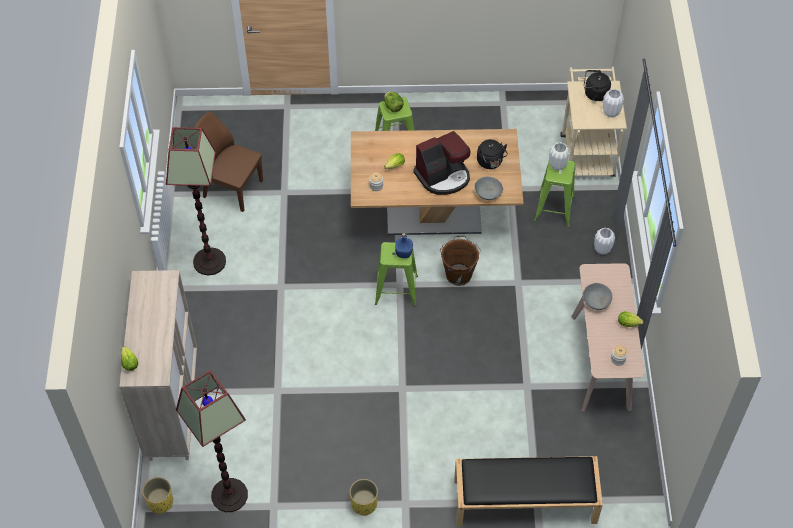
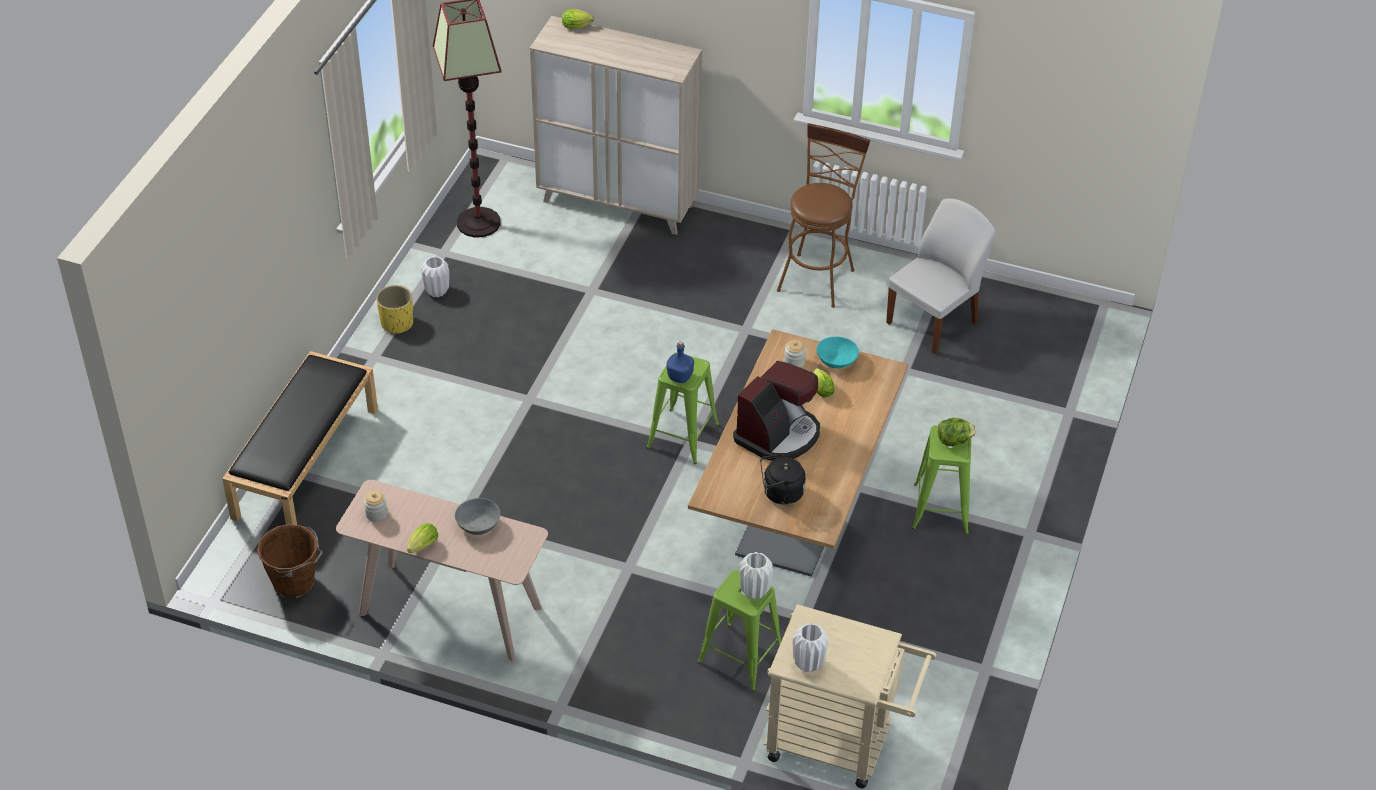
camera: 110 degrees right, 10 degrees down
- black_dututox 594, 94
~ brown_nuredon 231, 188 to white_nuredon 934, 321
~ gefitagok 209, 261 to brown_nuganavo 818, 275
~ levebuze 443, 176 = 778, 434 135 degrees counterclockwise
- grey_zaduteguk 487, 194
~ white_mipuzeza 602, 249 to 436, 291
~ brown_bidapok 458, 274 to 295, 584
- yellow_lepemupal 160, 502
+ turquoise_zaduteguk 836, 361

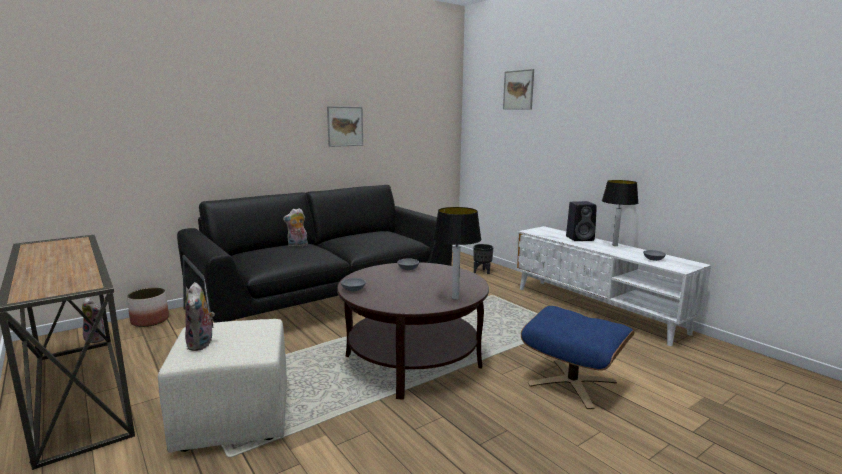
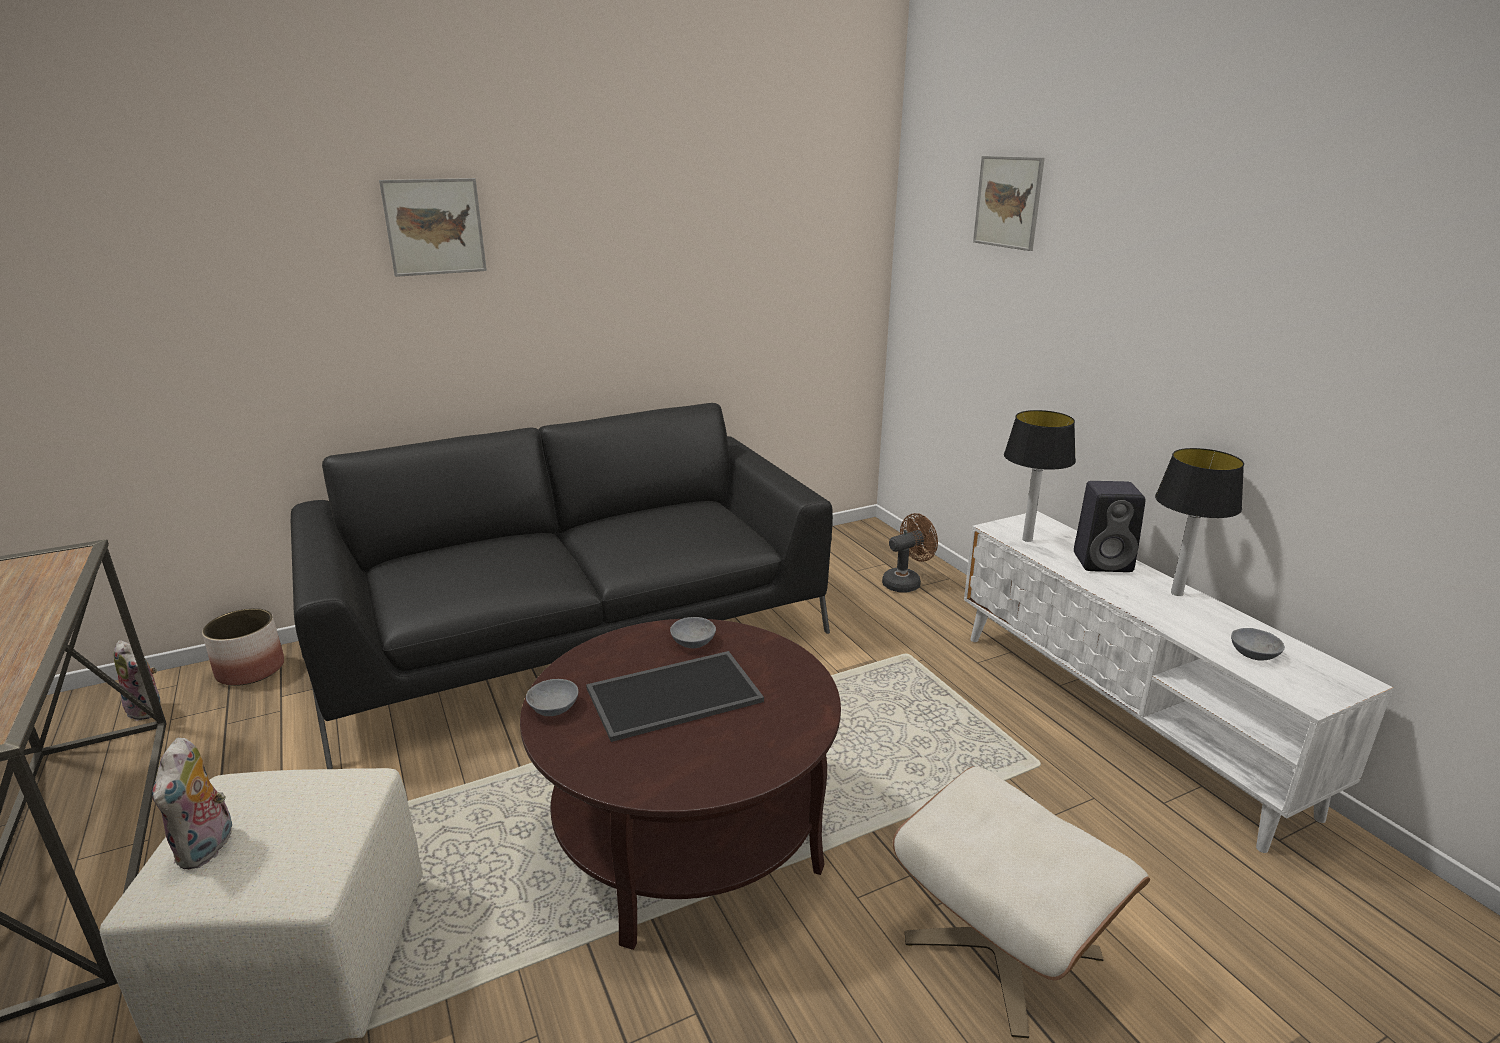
camera: 10 degrees right, 10 degrees up
~ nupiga 345, 126 to 434, 227
~ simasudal 455, 298 to 1027, 539
- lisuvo 297, 245
~ black_lepemupal 482, 272 to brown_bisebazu 906, 582
~ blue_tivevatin 572, 383 to beige_tivevatin 1003, 946
+ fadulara 675, 693

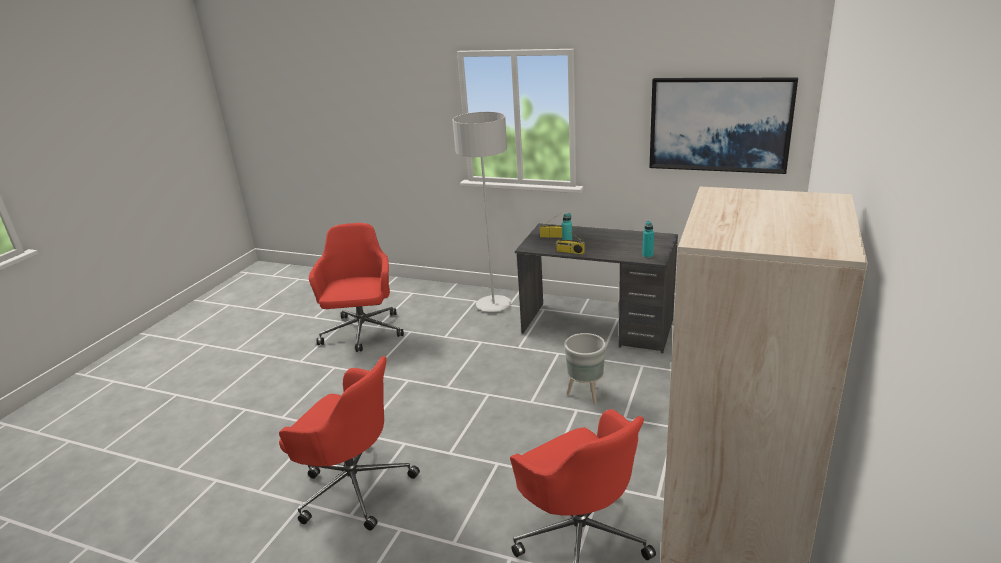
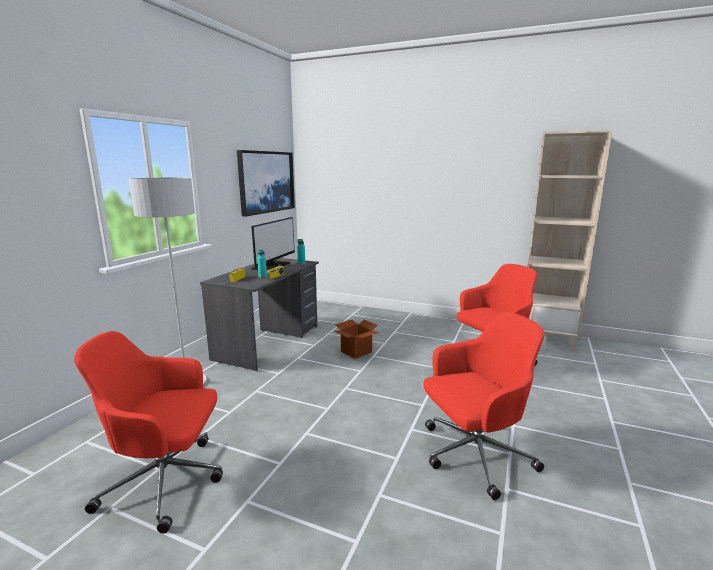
camera: 90 degrees left, 10 degrees down
~ grey_lepemupal 586, 394 to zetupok 356, 351
~ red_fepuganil 354, 486 = 474, 455 45 degrees clockwise
+ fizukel 272, 266

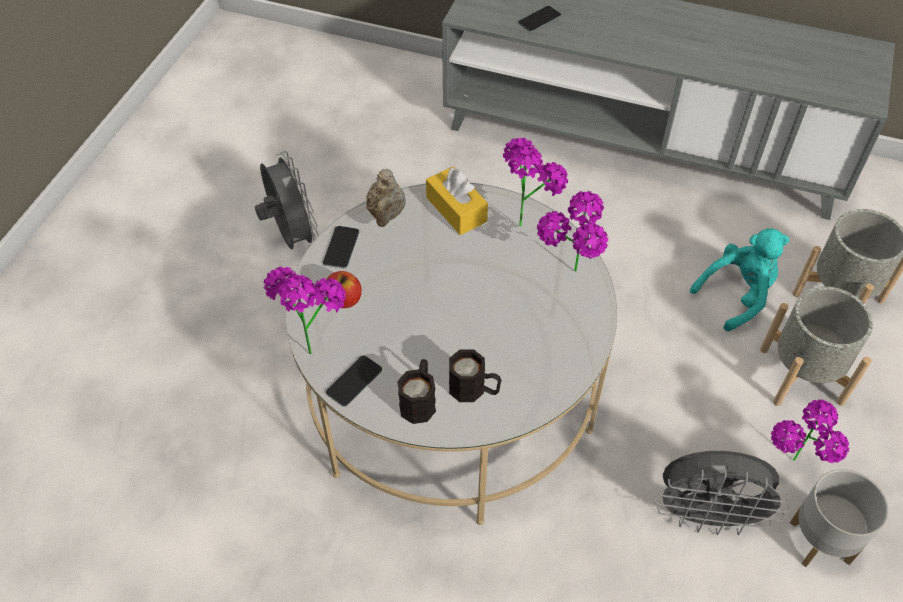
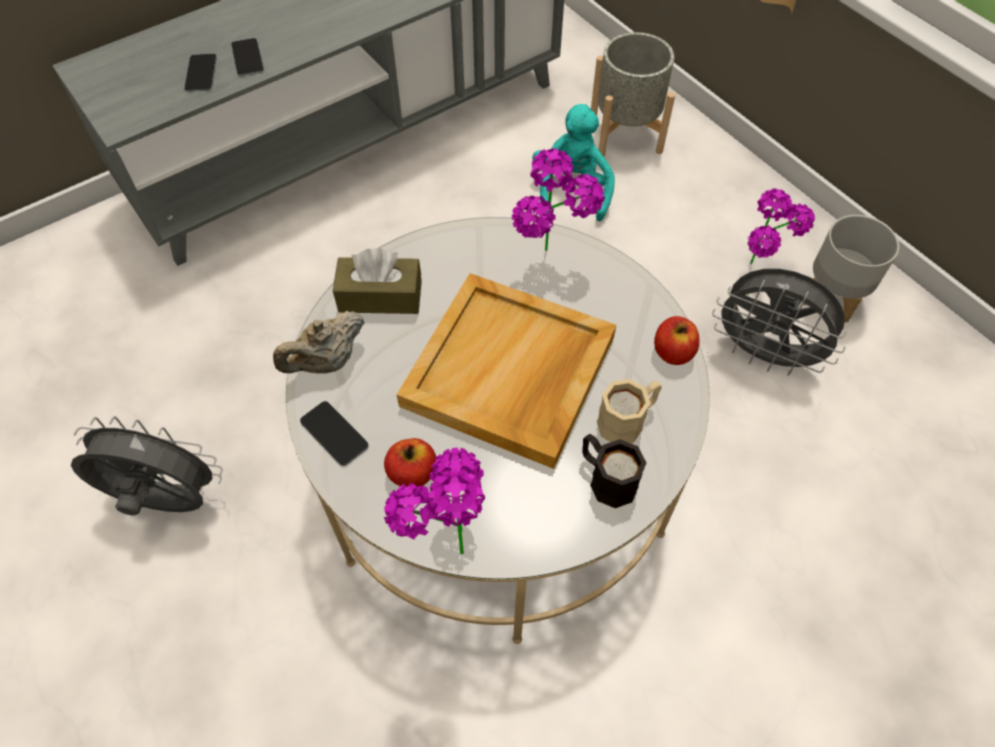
camera: 55 degrees left, 5 degrees up
- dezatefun 526, 217
~ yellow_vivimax 456, 209 to brown_vivimax 380, 296
~ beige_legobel 386, 214 = 326, 362 105 degrees clockwise
- grey_lepemupal 801, 375
~ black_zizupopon 474, 390 to beige_zizupopon 627, 420
~ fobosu 354, 381 to 247, 58
~ grey_bisebazu 707, 516 = 764, 355 75 degrees clockwise
+ beige_fadulara 510, 373
+ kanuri 672, 352

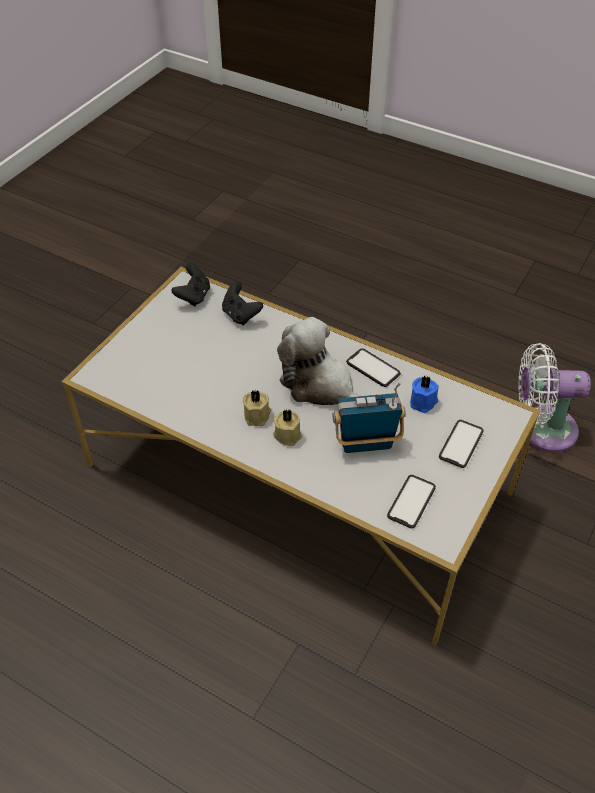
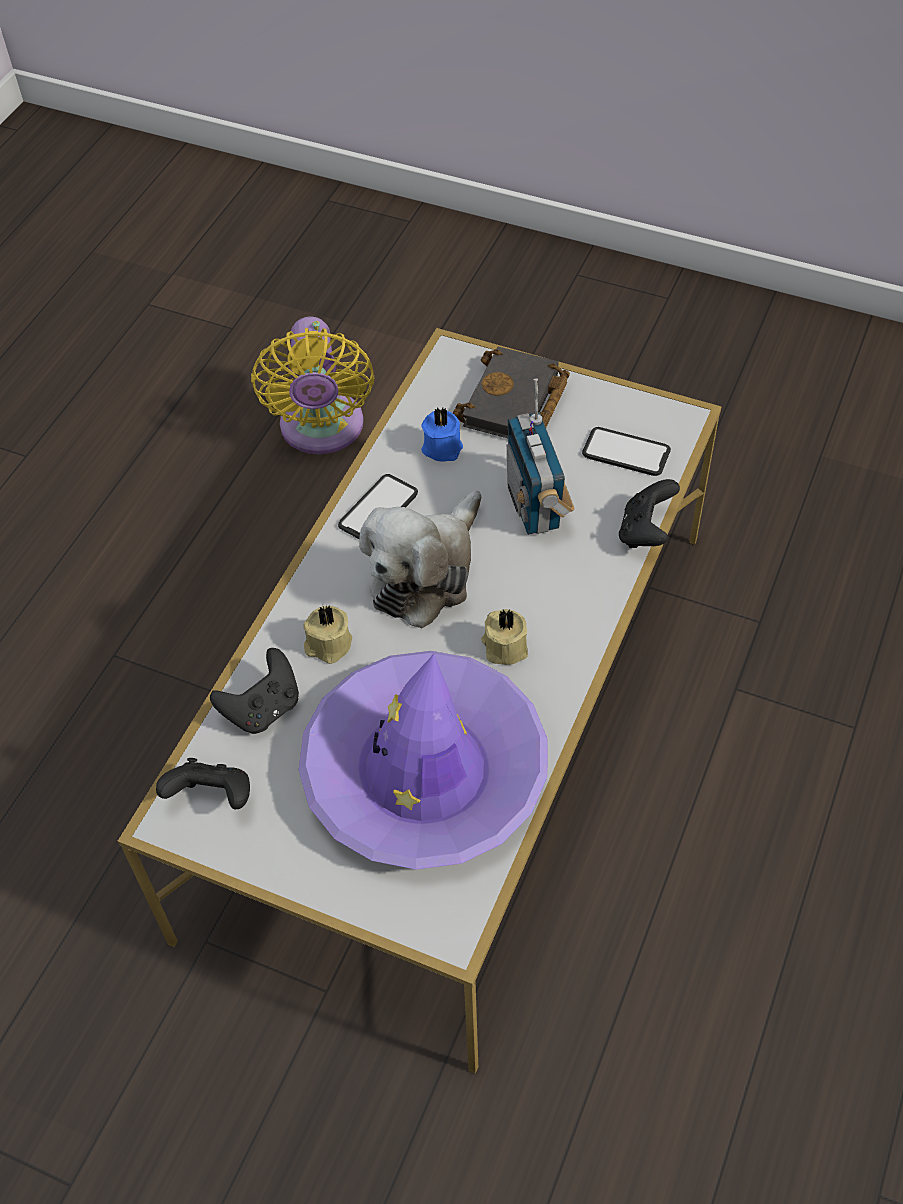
camera: 95 degrees left, 5 degrees up
~ white_bisebazu 541, 429 to yellow_bisebazu 322, 431
~ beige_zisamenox 288, 434 to 328, 645
~ fobosu 461, 444 to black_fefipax 515, 405
+ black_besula 645, 532
+ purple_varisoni 425, 772

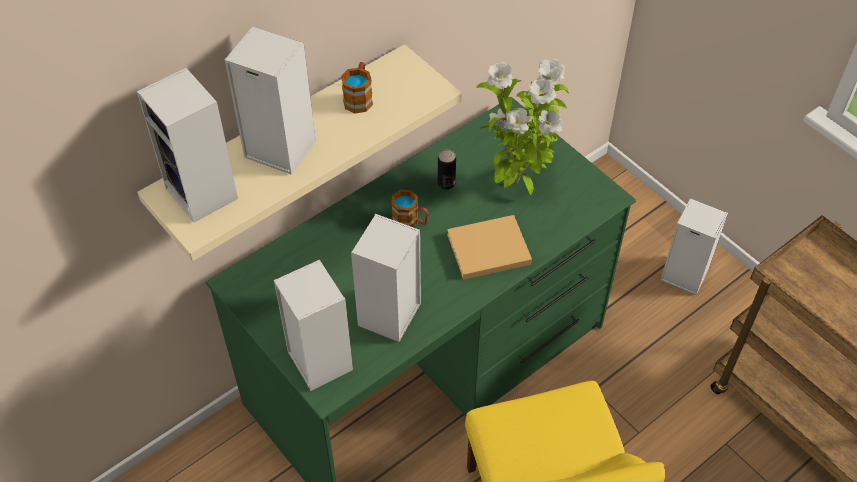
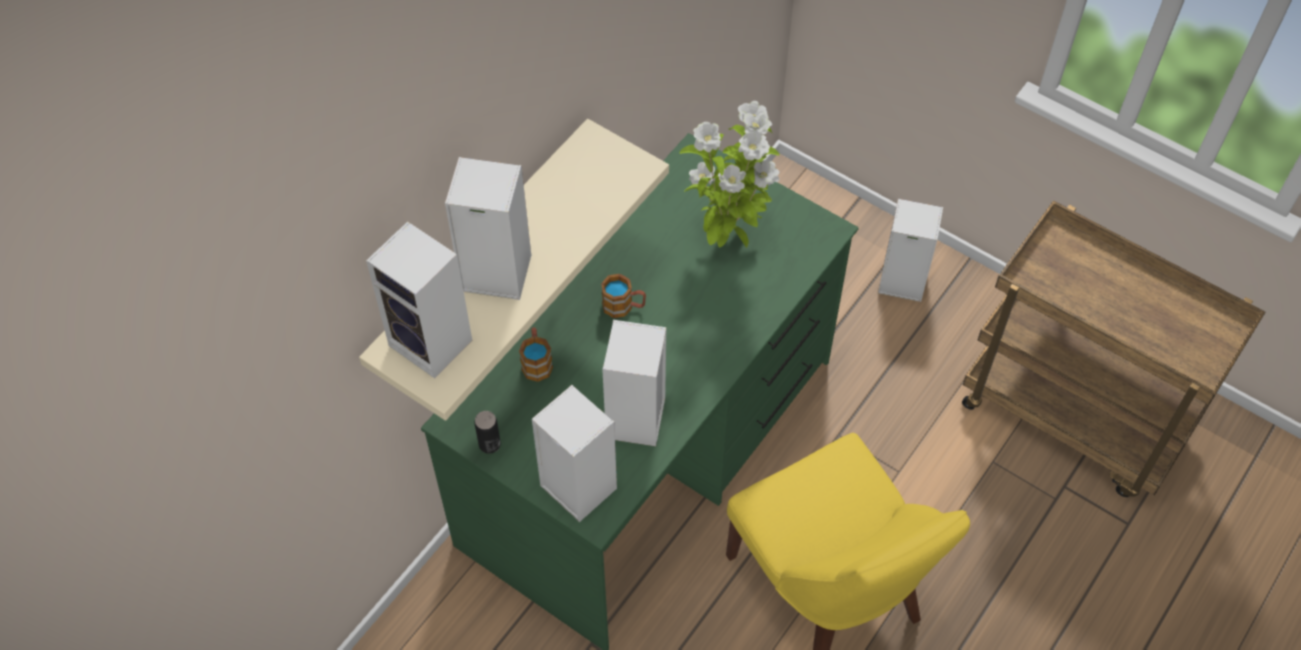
camera: 15 degrees left, 5 degrees up
~ zizupopon 359, 97 to 536, 362
~ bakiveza 446, 183 to 489, 444
- beige_fefipax 486, 249

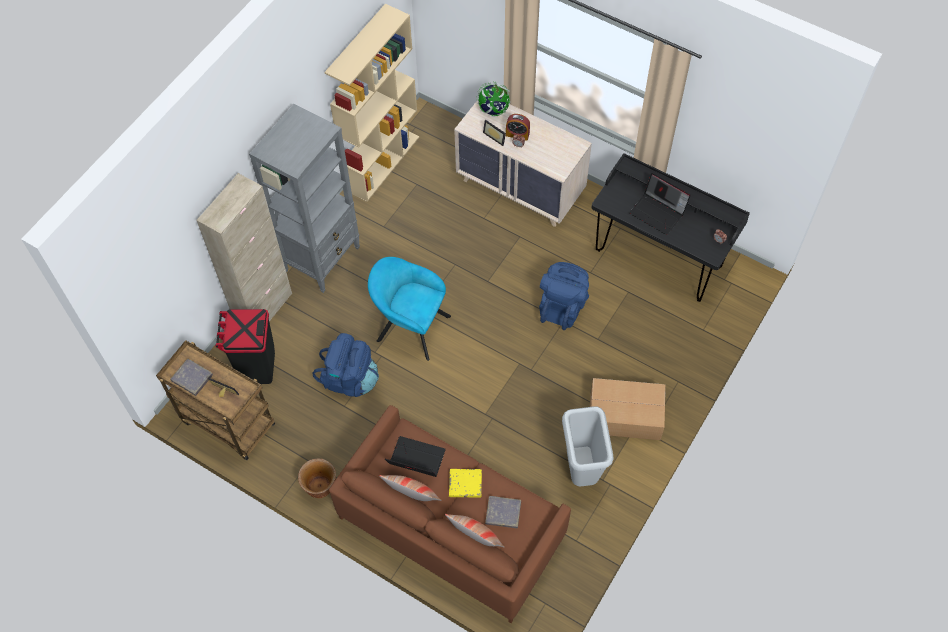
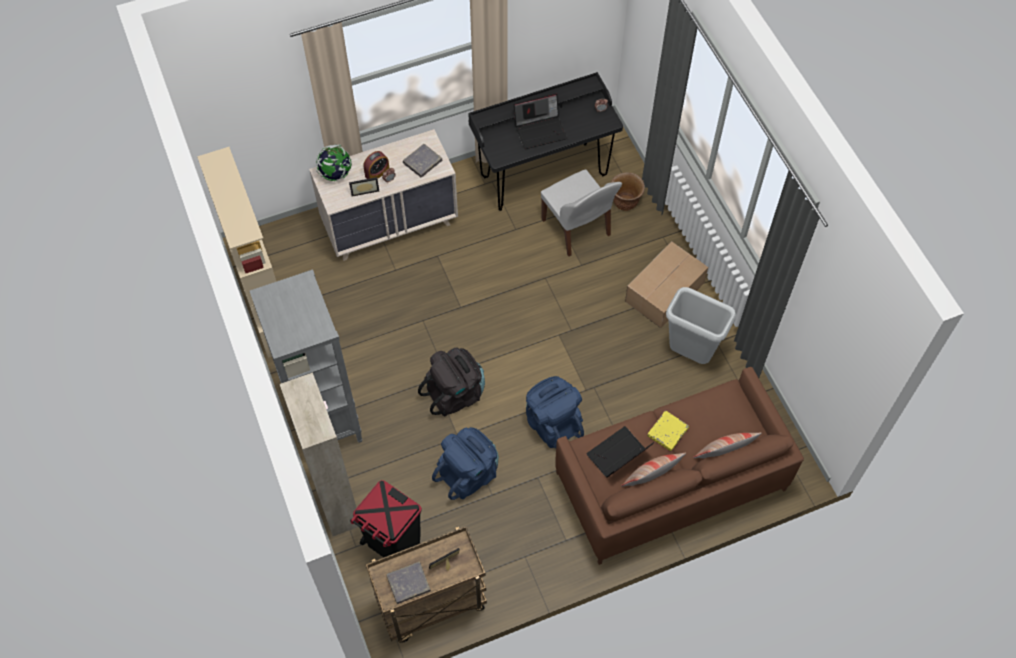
camera: 55 degrees left, 0 degrees up
~ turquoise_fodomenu 410, 326 to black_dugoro 455, 394
~ blue_dugoro 562, 306 to 552, 423
~ brown_lepemupal 320, 487 to 625, 202
~ grey_fefipax 503, 513 to 422, 162
+ white_nuredon 577, 229

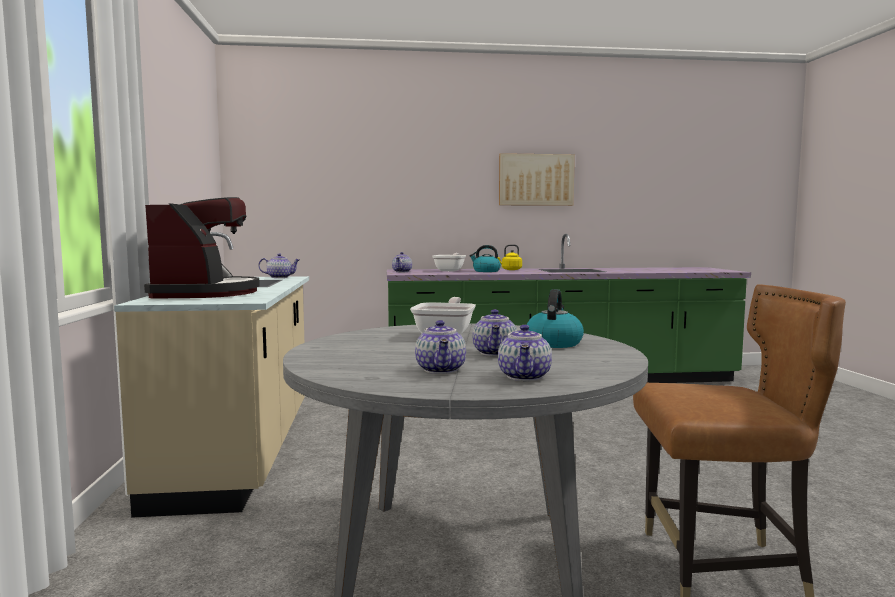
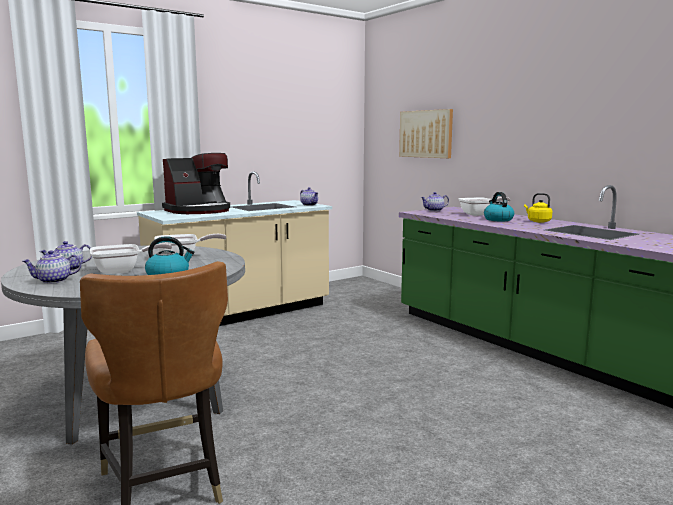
camera: 60 degrees right, 5 degrees up
~ nupiga 536, 180 to 426, 134
~ legobel 496, 353 to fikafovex 122, 271

